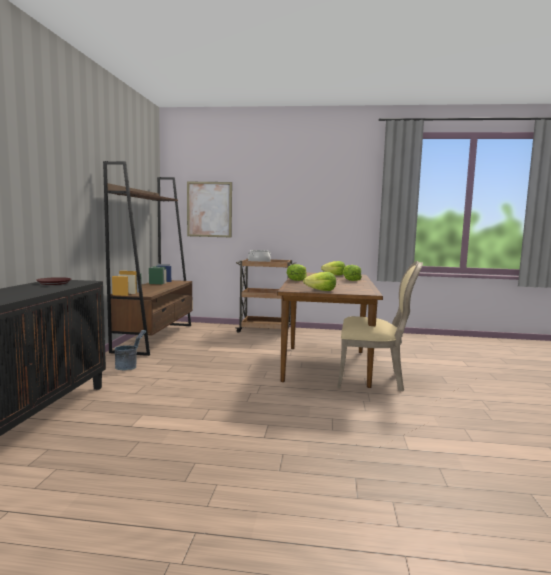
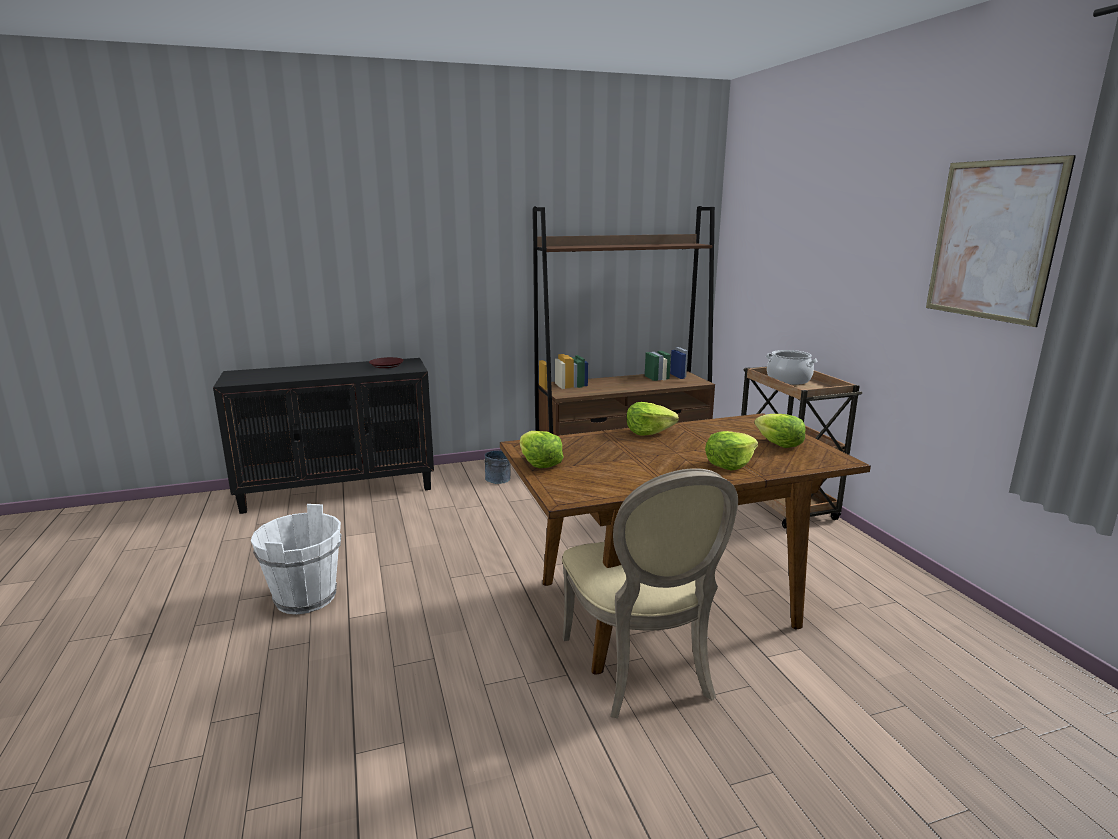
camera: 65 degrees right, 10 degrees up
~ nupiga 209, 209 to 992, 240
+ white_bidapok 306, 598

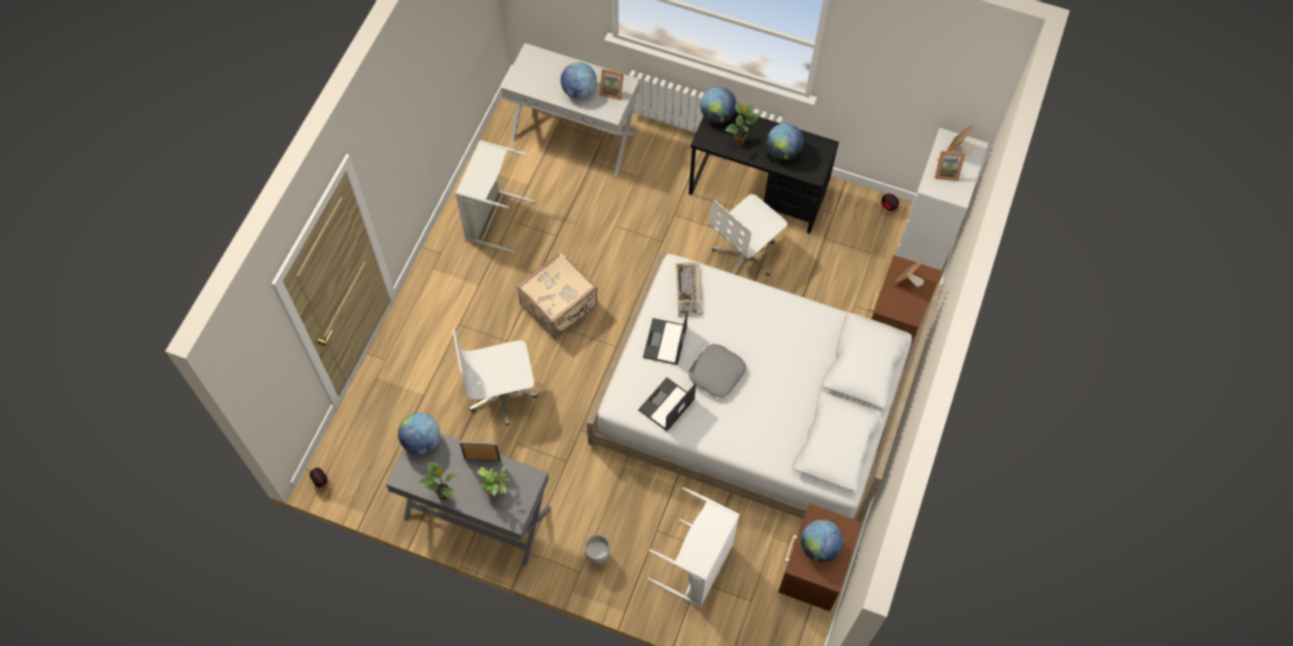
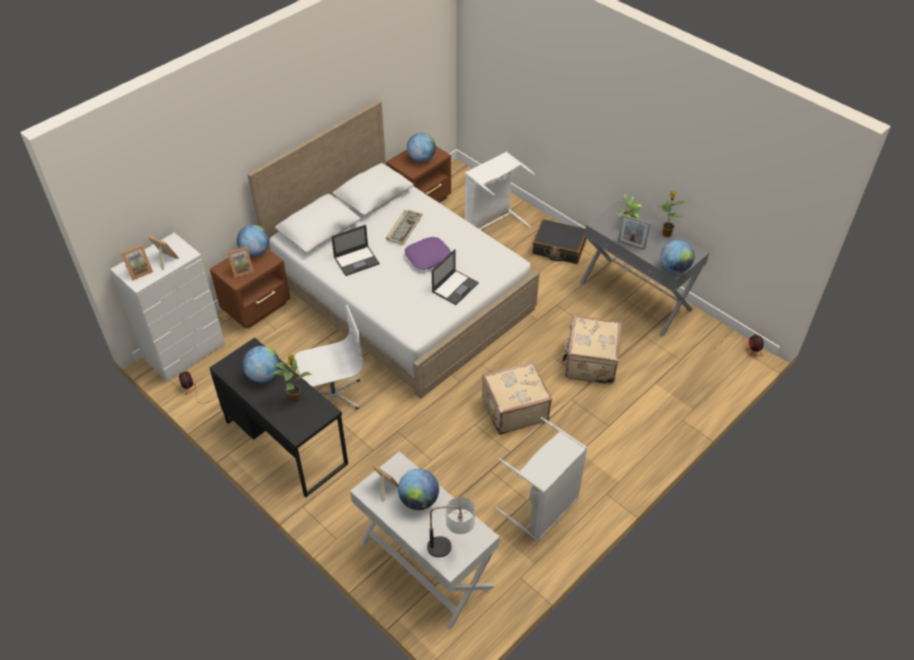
camera: 155 degrees left, 15 degrees down
~ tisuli 717, 115 to 255, 252
~ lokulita 689, 290 to 404, 228
~ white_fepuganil 502, 394 to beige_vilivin 589, 362
~ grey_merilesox 716, 373 to purple_merilesox 428, 257
~ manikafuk 666, 405 to 357, 260
~ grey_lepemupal 597, 557 to black_vilivin 559, 248
+ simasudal 451, 546

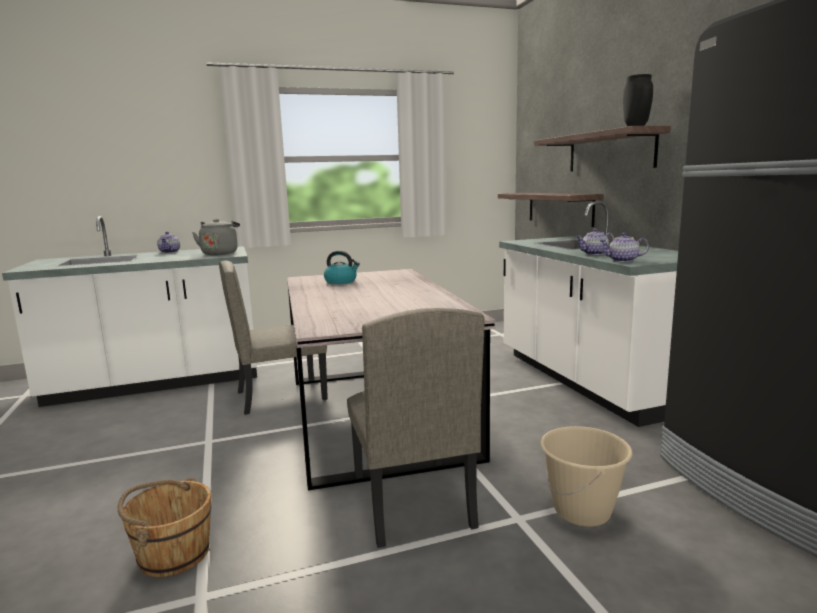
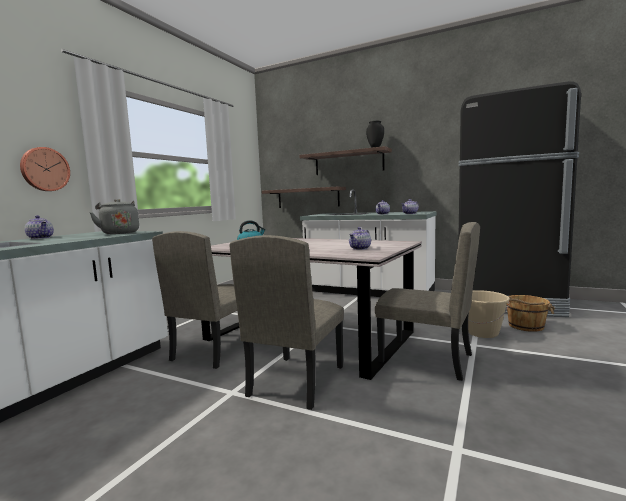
camera: 45 degrees left, 5 degrees down
~ brown_bidapok 173, 554 to 525, 326
+ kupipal 44, 169
+ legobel 360, 248
+ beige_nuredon 296, 380

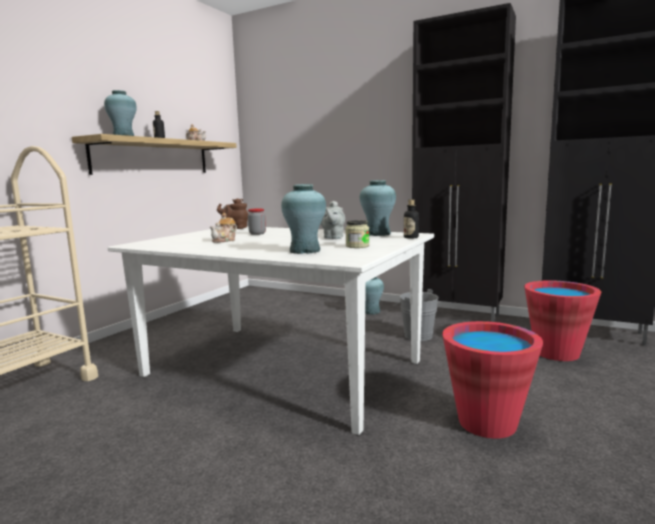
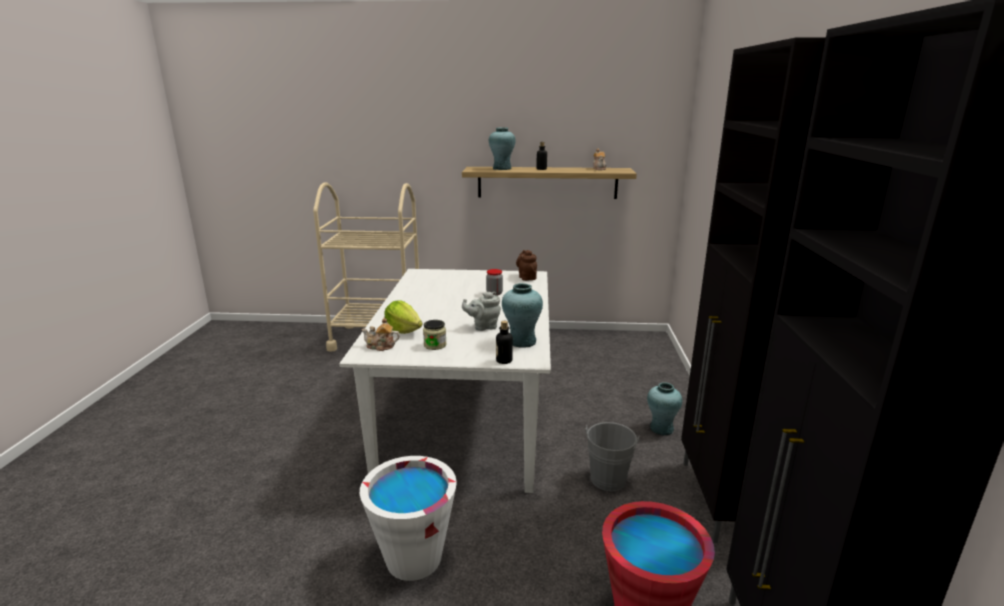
camera: 65 degrees right, 10 degrees up
~ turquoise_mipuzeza 305, 251 to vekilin 403, 330
~ legobel 225, 240 to 381, 346
~ red_bidapok 487, 422 to white_bidapok 414, 558

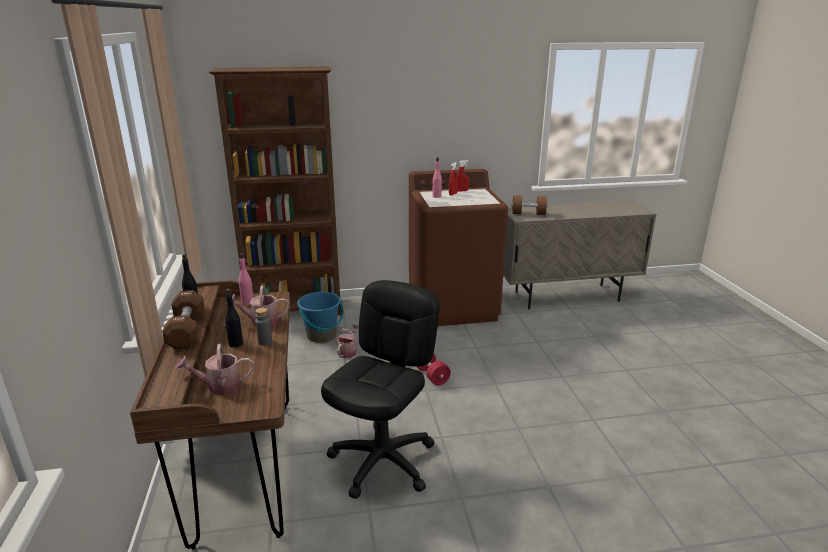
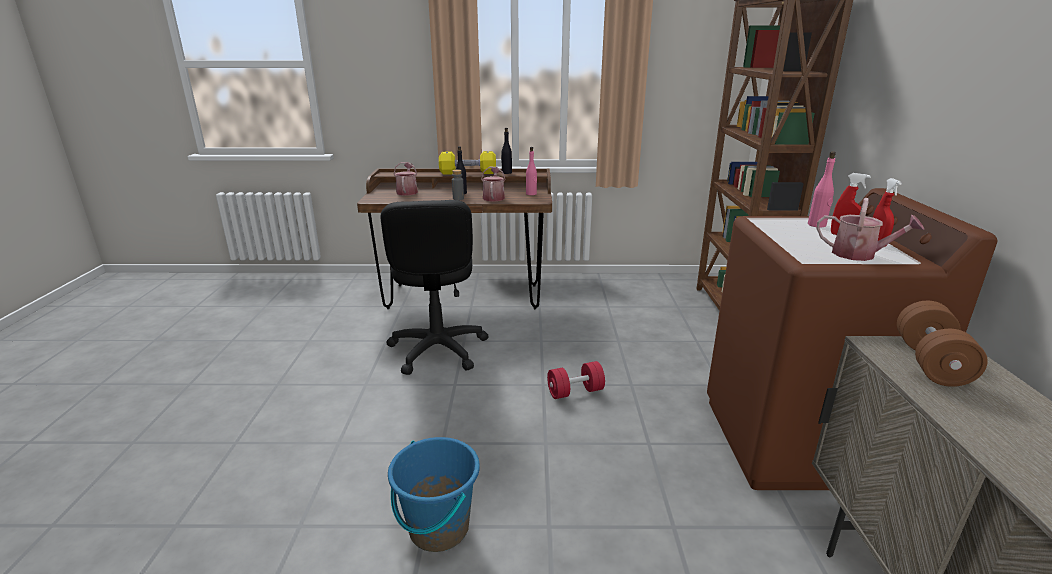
camera: 100 degrees right, 0 degrees up
~ black_fepuganil 383, 461 = 437, 350 45 degrees clockwise
~ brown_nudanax 187, 331 to yellow_nudanax 468, 173
~ blue_bidapok 321, 335 to 438, 528
~ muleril 348, 351 to 860, 255

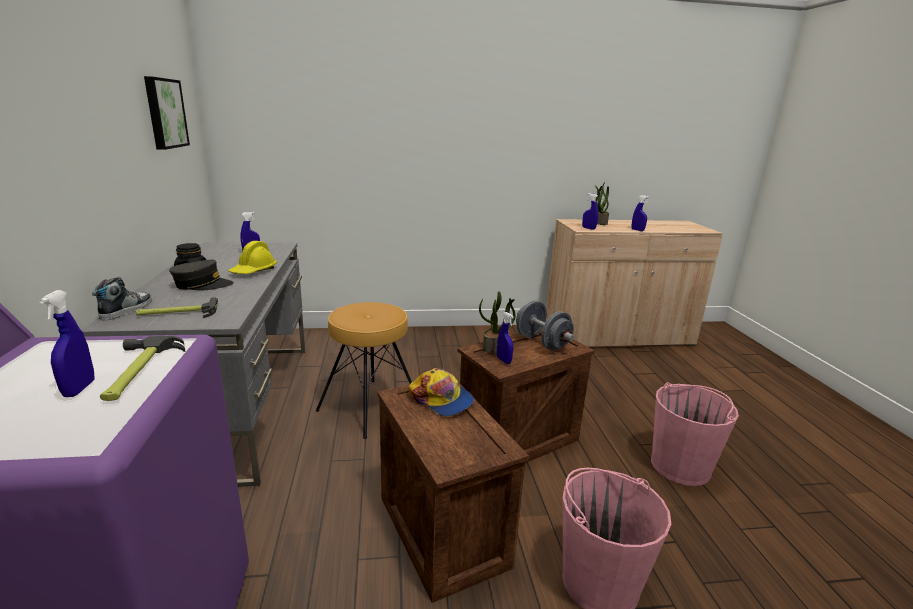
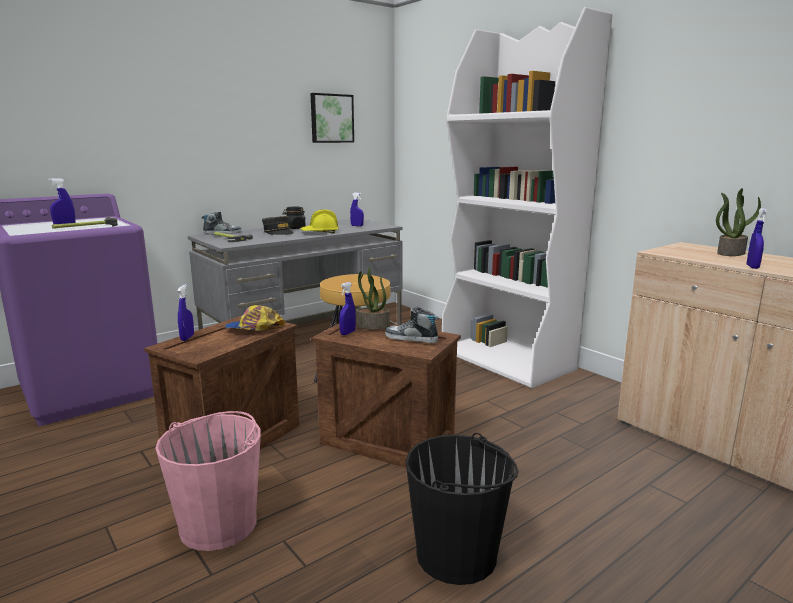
camera: 60 degrees right, 5 degrees down
~ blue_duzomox 588, 228 to 187, 338
~ grey_nudanax 542, 342 to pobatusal 411, 338
~ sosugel 441, 399 = 254, 329 90 degrees clockwise
~ pink_bidapok 680, 466 to black_bidapok 457, 555
+ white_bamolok 508, 360

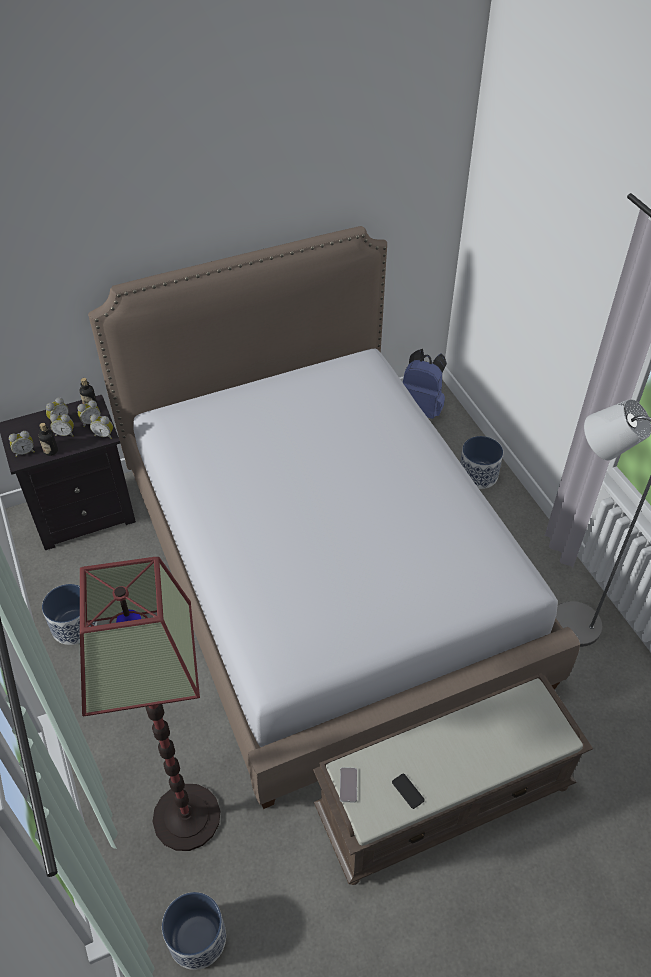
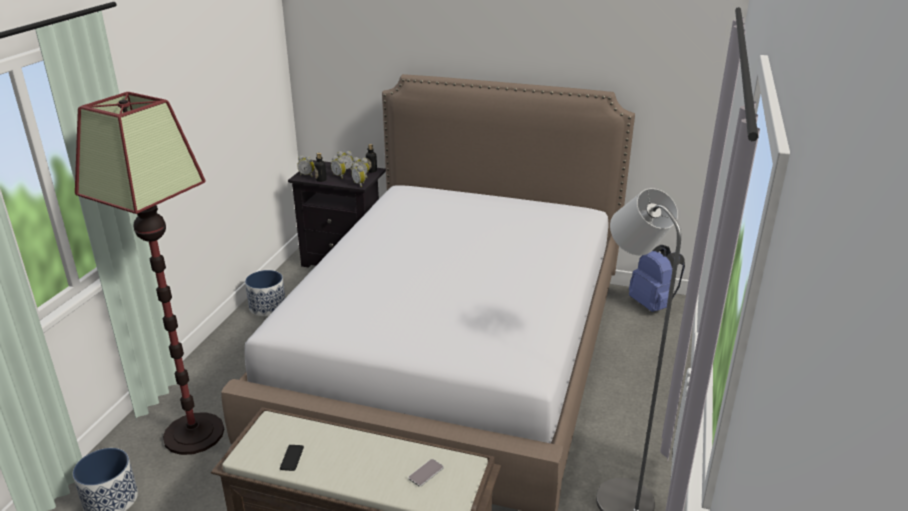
camera: 40 degrees right, 20 degrees down
- lepemupal 478, 475
~ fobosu 348, 785 to 426, 473

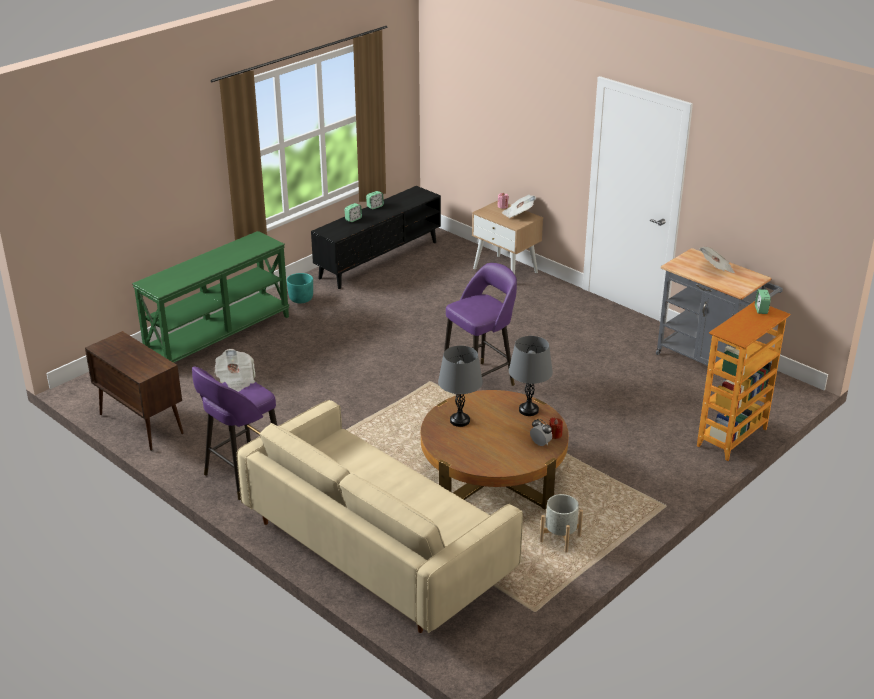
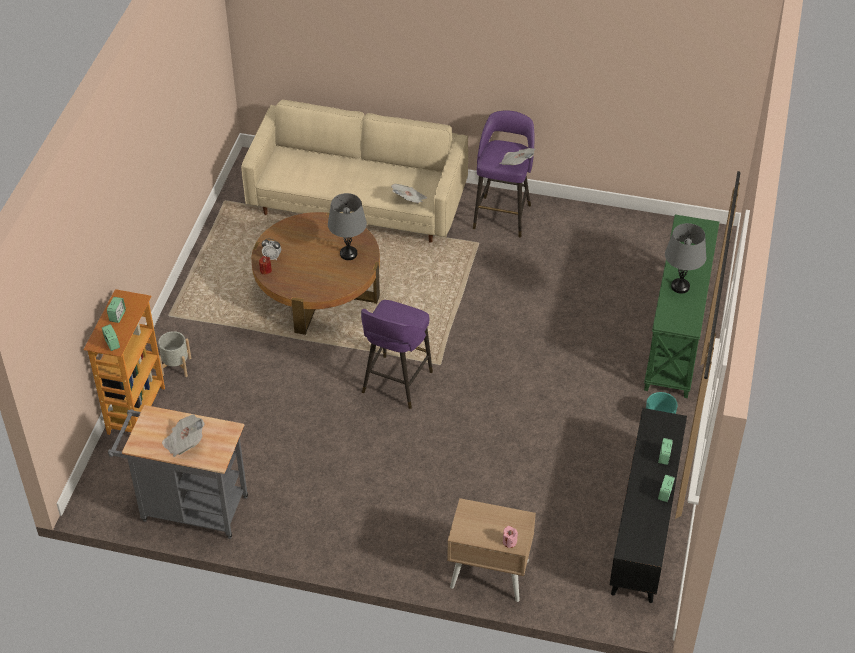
camera: 150 degrees right, 15 degrees up
~ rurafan 518, 214 to 409, 200
- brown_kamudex 140, 424
~ grey_simasudal 528, 410 to 680, 287
~ grey_lepemupal 560, 539 to 176, 367
+ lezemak 117, 316

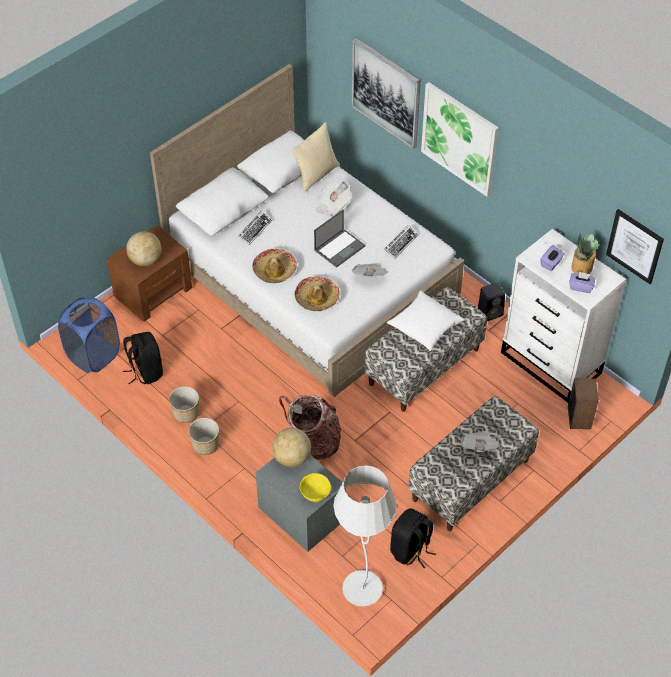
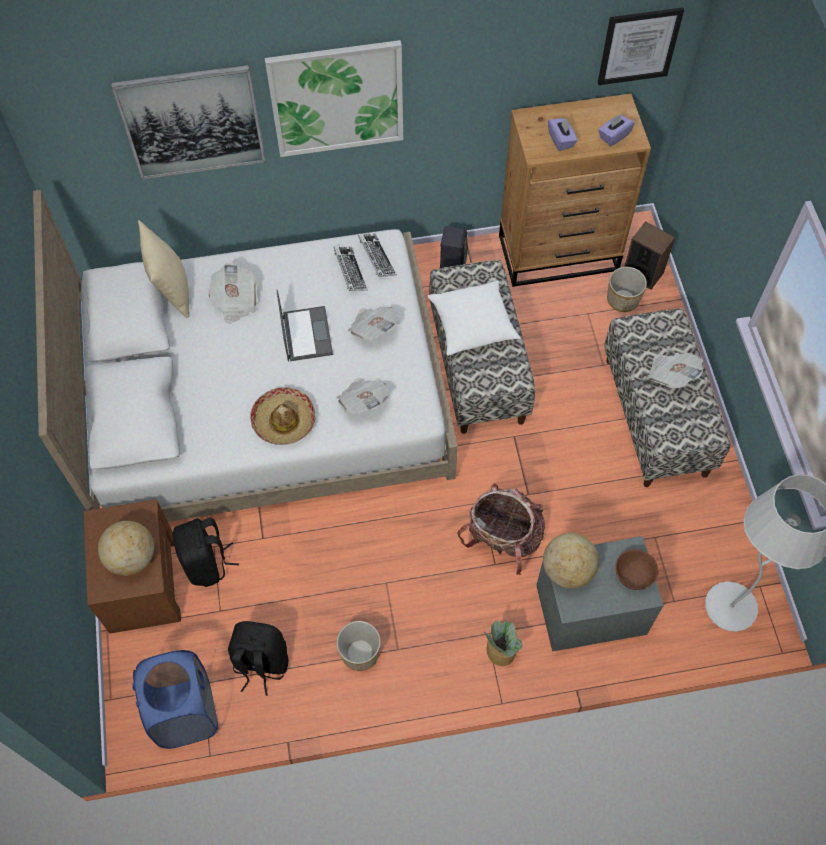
camera: 55 degrees left, 10 degrees up
~ lokulita 255, 229 to 376, 257
~ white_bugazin 551, 363 to brown_bugazin 559, 253
~ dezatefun 581, 267 to 500, 652
~ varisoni 317, 298 to rurafan 363, 402
~ lepemupal 205, 444 to 622, 300
~ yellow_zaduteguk 315, 493 to brown_zaduteguk 634, 574
~ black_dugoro 411, 550 to 207, 563

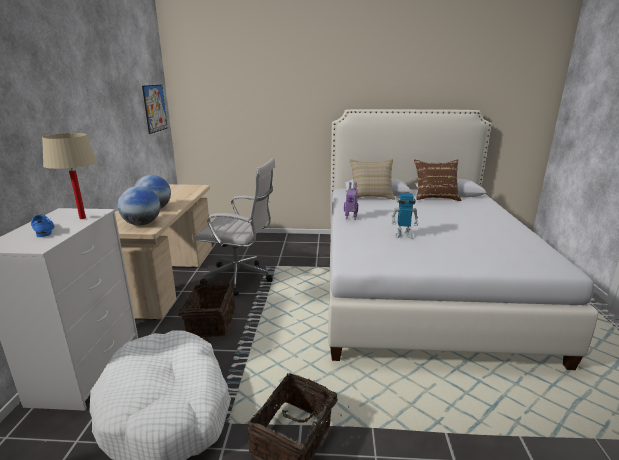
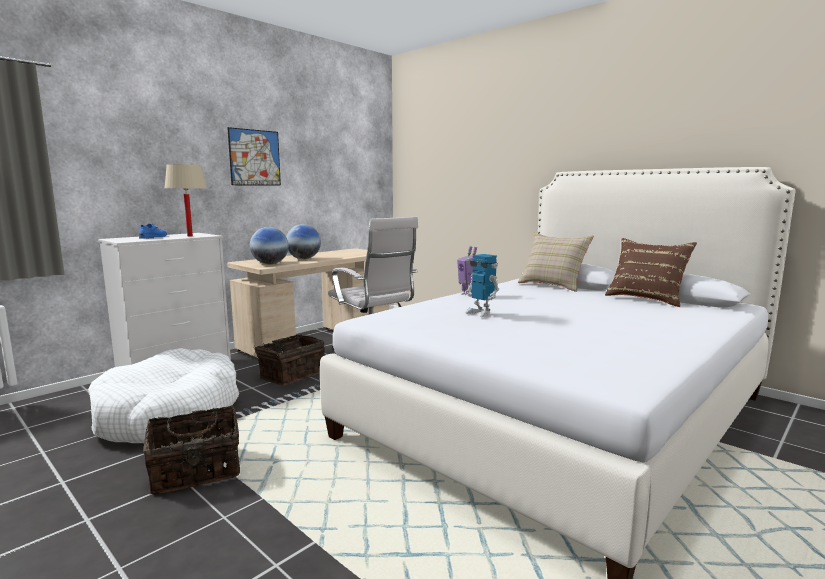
camera: 40 degrees right, 10 degrees down
~ nupiga 155, 108 to 254, 157

